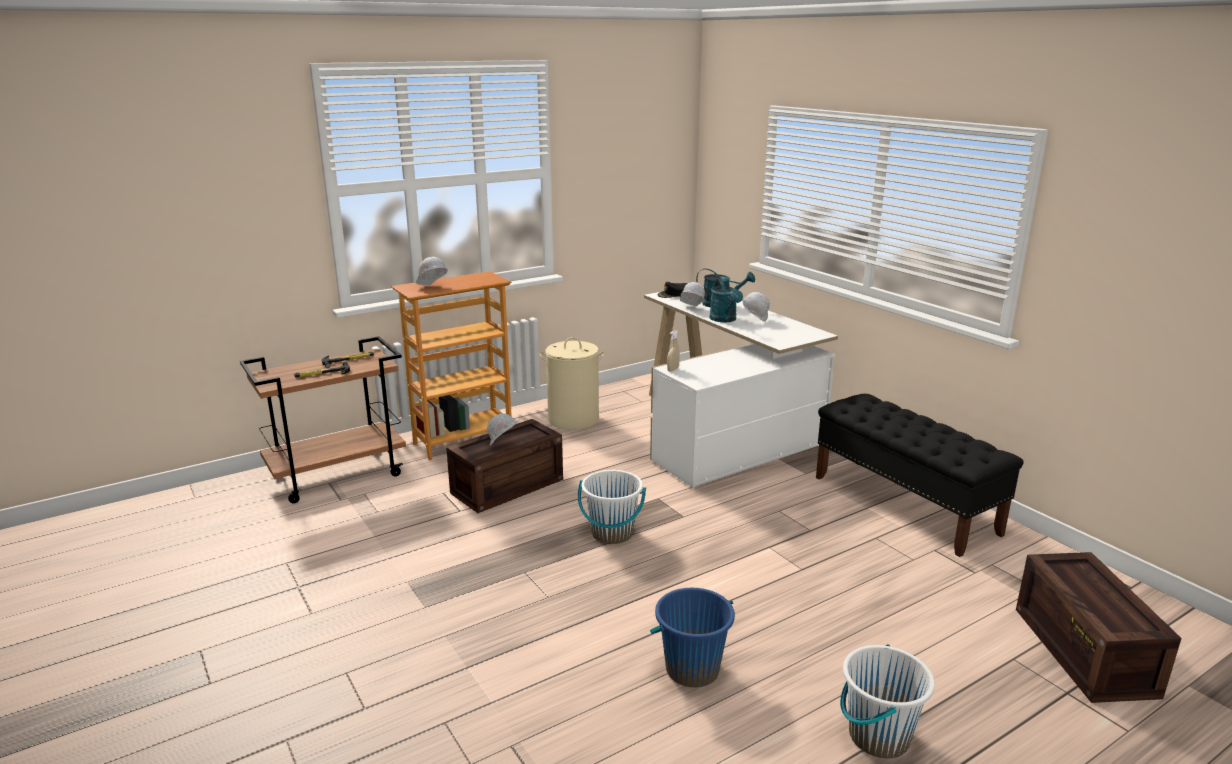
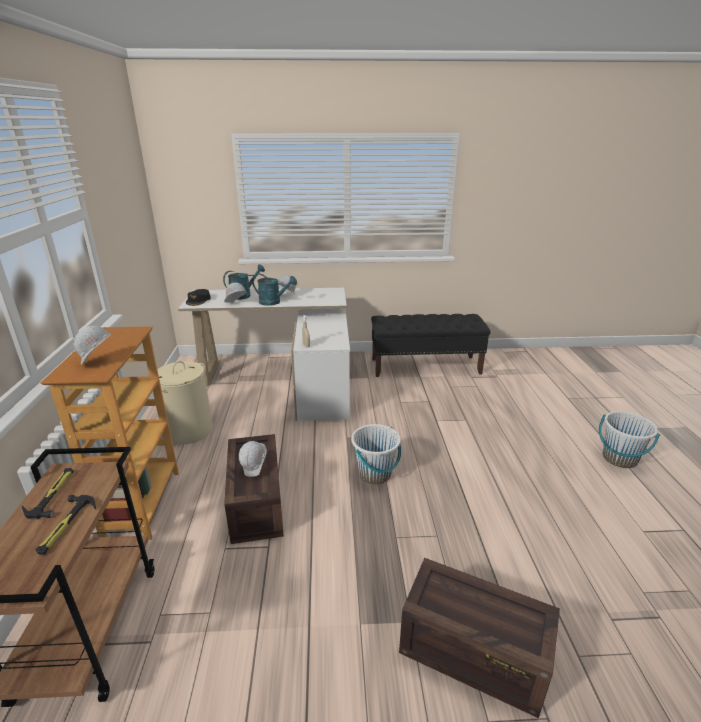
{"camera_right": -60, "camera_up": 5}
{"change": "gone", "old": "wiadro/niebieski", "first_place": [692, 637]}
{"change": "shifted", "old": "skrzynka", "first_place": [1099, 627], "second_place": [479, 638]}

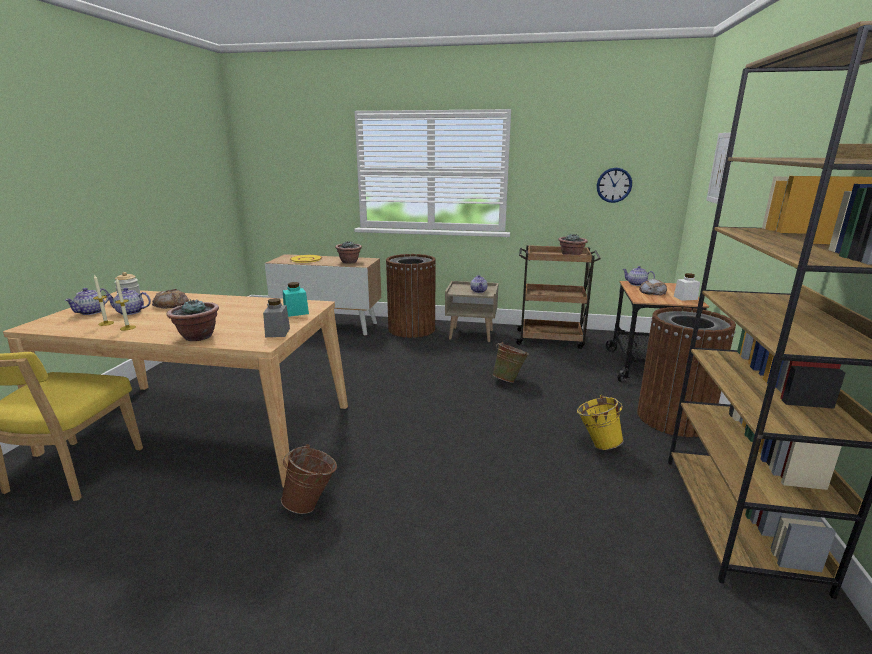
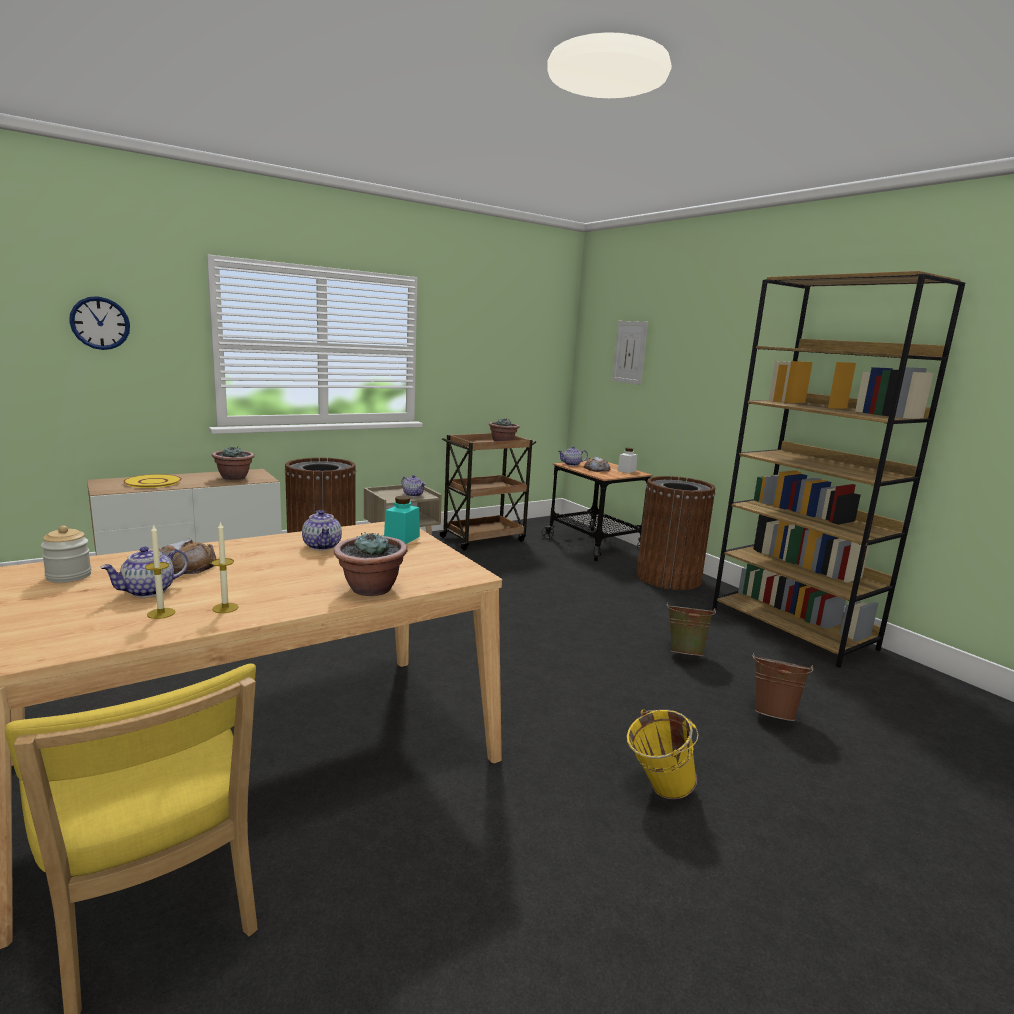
{"camera_right": -45, "camera_up": -5}
{"change": "gone", "old": "słoik/szary", "first_place": [276, 317]}
{"change": "shifted", "old": "imbryk", "first_place": [86, 301], "second_place": [322, 530]}
{"change": "shifted", "old": "wiadro/brązowy", "first_place": [309, 479], "second_place": [783, 687]}
{"change": "shifted", "old": "wiadro/zielony", "first_place": [511, 362], "second_place": [691, 629]}
{"change": "shifted", "old": "wiadro/żółty", "first_place": [600, 422], "second_place": [662, 754]}
{"change": "shifted", "old": "zegar ścienny", "first_place": [614, 185], "second_place": [99, 323]}

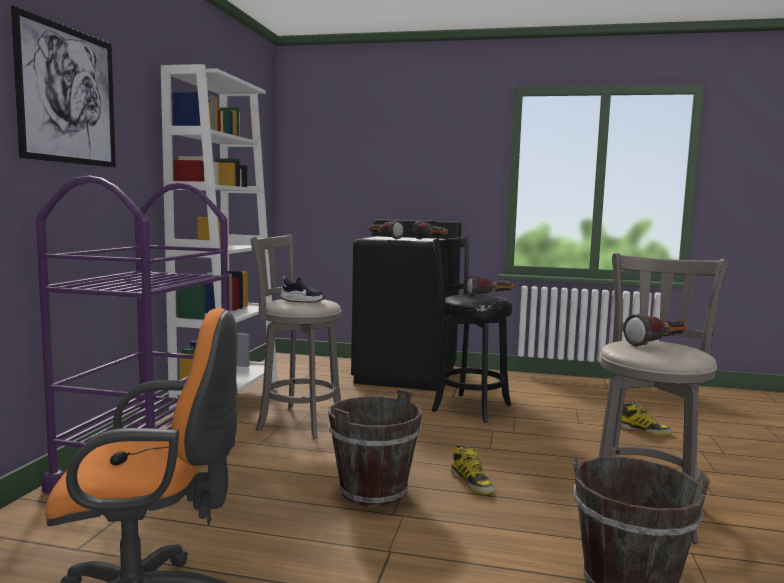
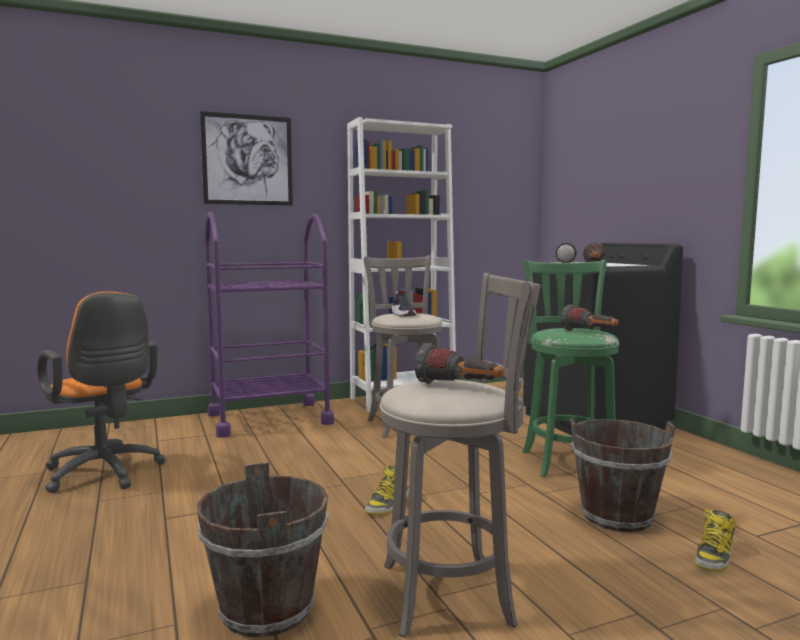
{"camera_right": 55, "camera_up": 0}
{"change": "shifted", "old": "wiadro/brązowy", "first_place": [375, 448], "second_place": [623, 475]}
{"change": "repainted", "old": "stołek/czarny", "new": "stołek/zielony", "first_place": [472, 329], "second_place": [571, 368]}
{"change": "rotated", "old": "but z cholewką", "first_place": [647, 418], "second_place": [715, 540], "degrees": 45}

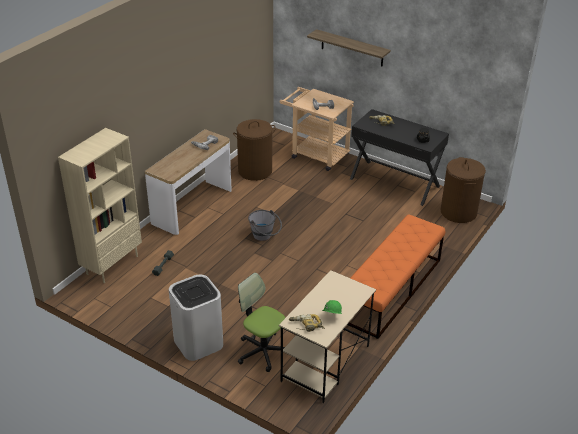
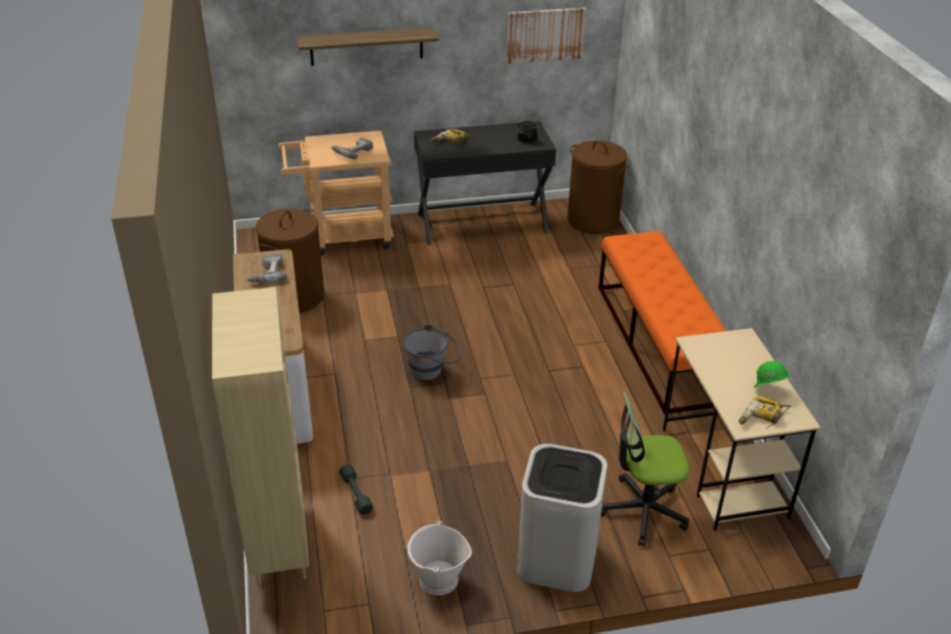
{"camera_right": -45, "camera_up": 0}
{"change": "new", "new": "wiadro/biały", "second_place": [439, 557]}
{"change": "new", "new": "obraz", "second_place": [546, 36]}

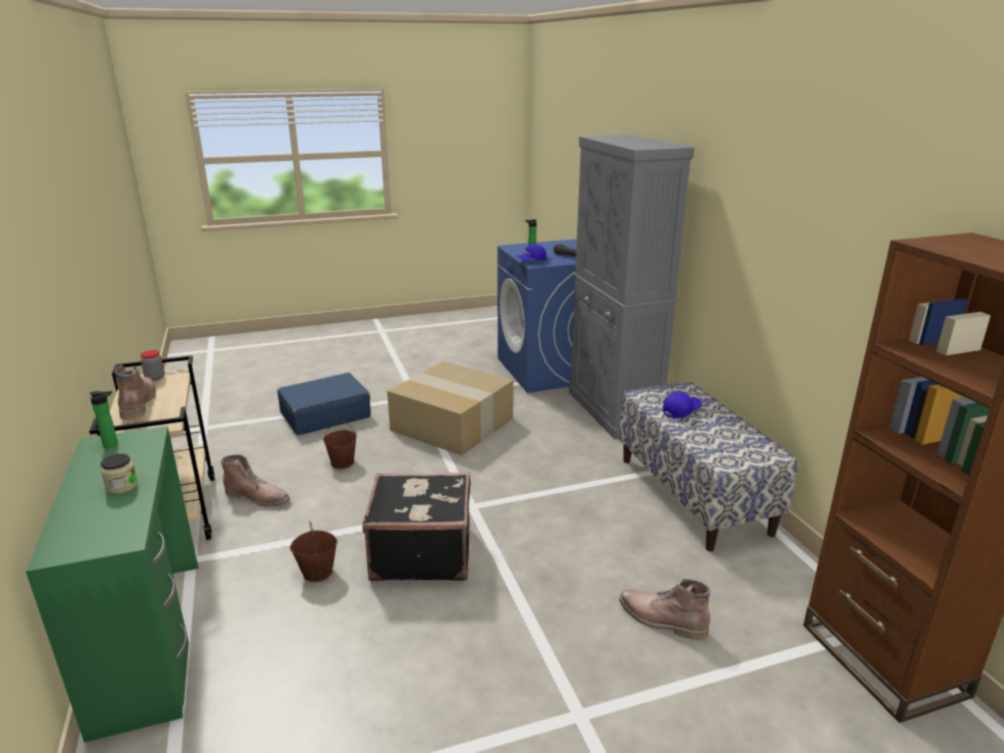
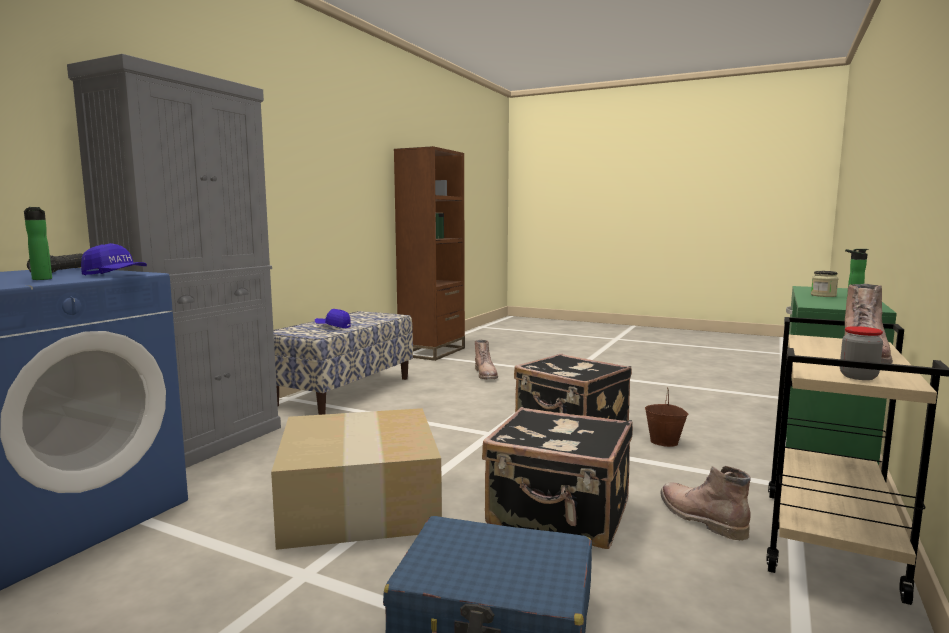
{"camera_right": -135, "camera_up": -15}
{"change": "swapped", "old": "wiadro/brązowy", "new": "walizka/czarny", "first_place": [340, 444], "second_place": [557, 478]}

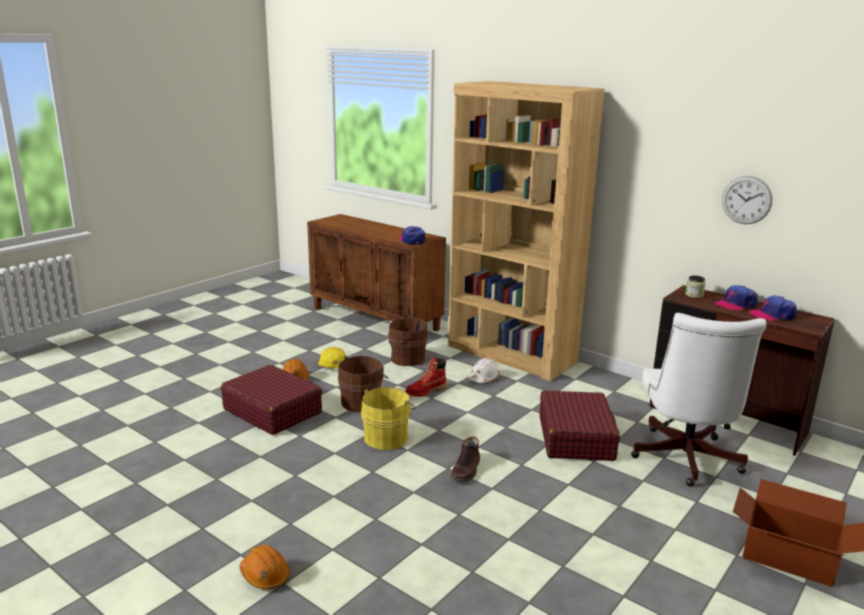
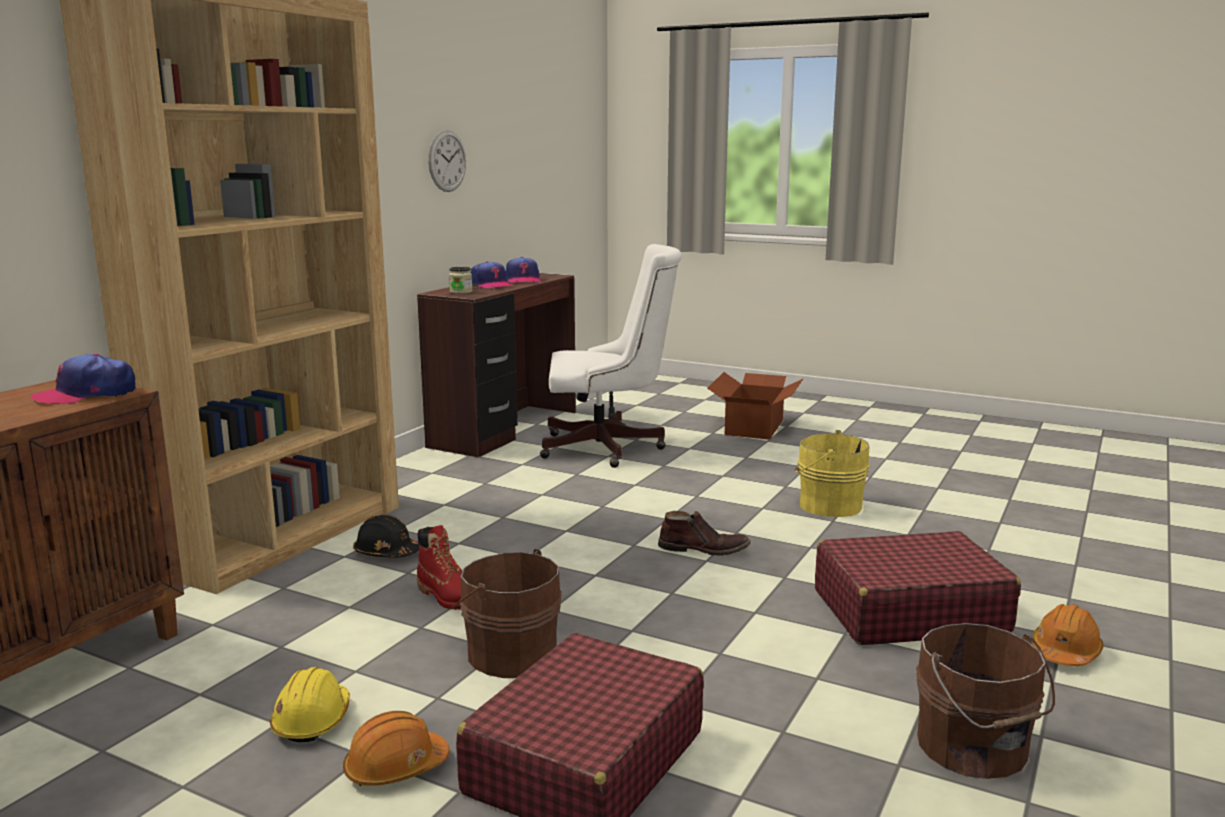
{"camera_right": -100, "camera_up": -5}
{"change": "shifted", "old": "wiadro/żółty", "first_place": [388, 418], "second_place": [832, 473]}
{"change": "shifted", "old": "wiadro/brązowy", "first_place": [407, 341], "second_place": [985, 701]}
{"change": "shifted", "old": "walizka/czerwony", "first_place": [580, 425], "second_place": [918, 588]}
{"change": "repainted", "old": "kask/biały", "new": "kask/czarny", "first_place": [484, 370], "second_place": [386, 536]}

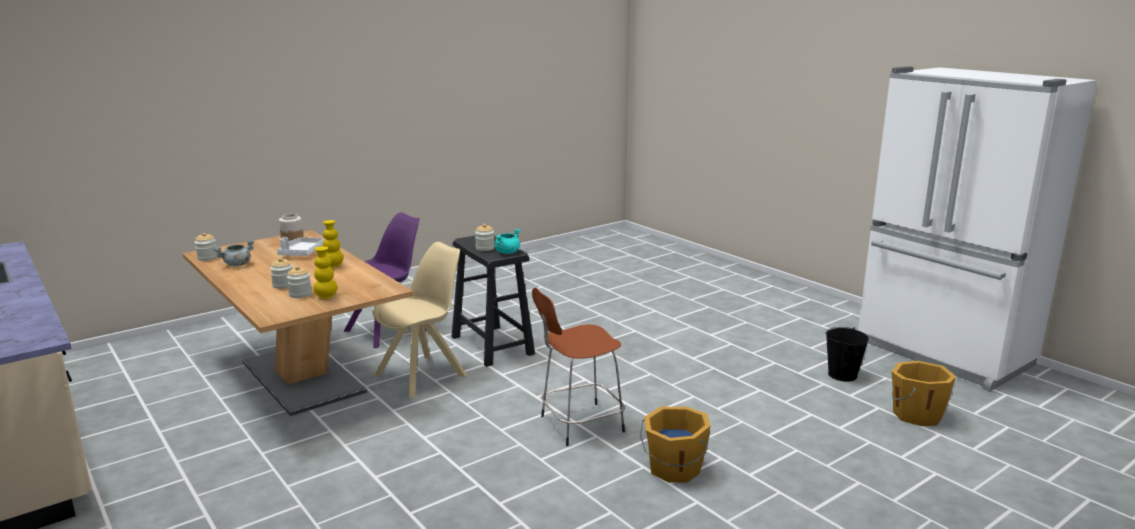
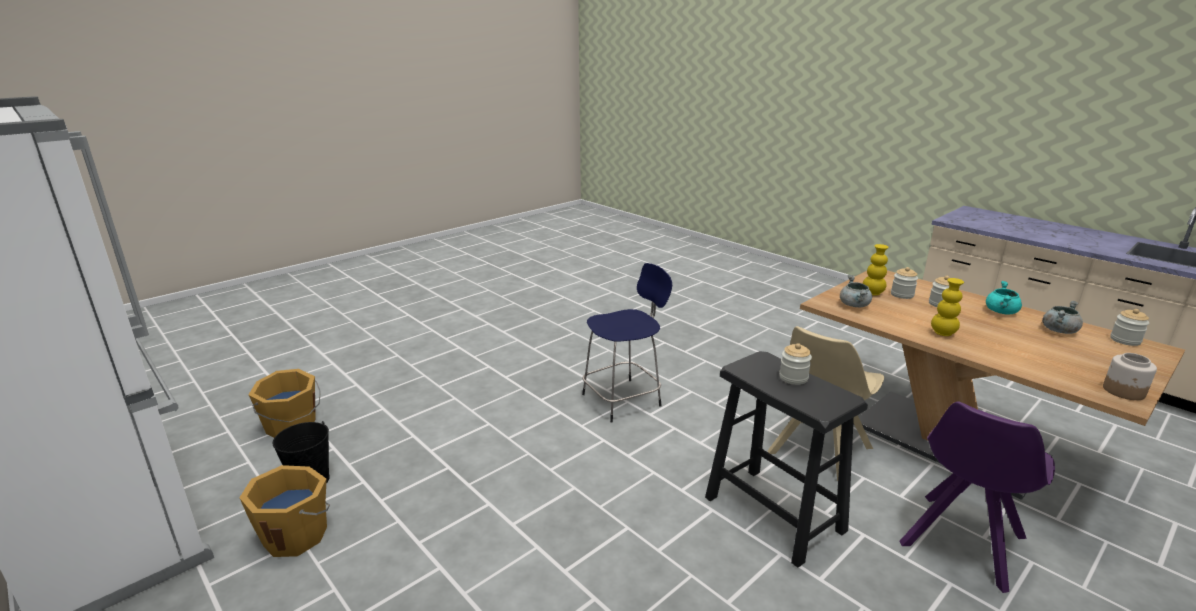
{"camera_right": 175, "camera_up": 5}
{"change": "gone", "old": "taca/biały", "first_place": [300, 246]}
{"change": "new", "new": "garnek/szary", "second_place": [856, 291]}
{"change": "shifted", "old": "garnek/turkusowy", "first_place": [507, 241], "second_place": [1004, 298]}
{"change": "shifted", "old": "wiadro/pomarańczowy", "first_place": [675, 445], "second_place": [284, 511]}
{"change": "repainted", "old": "stołek/brązowy", "new": "stołek/niebieski", "first_place": [578, 367], "second_place": [627, 343]}

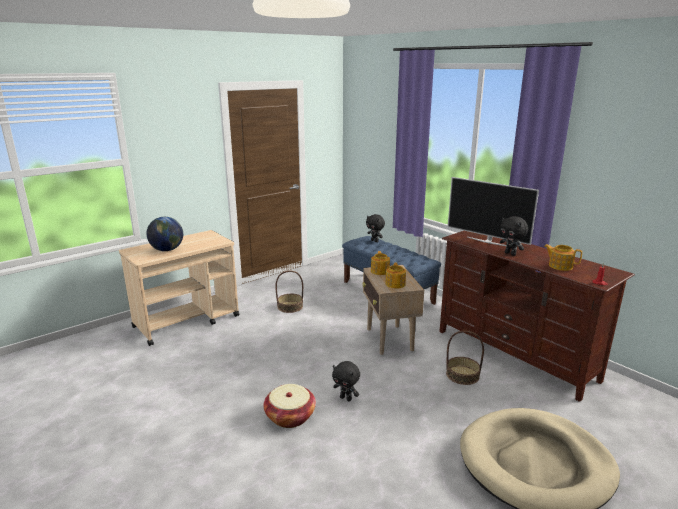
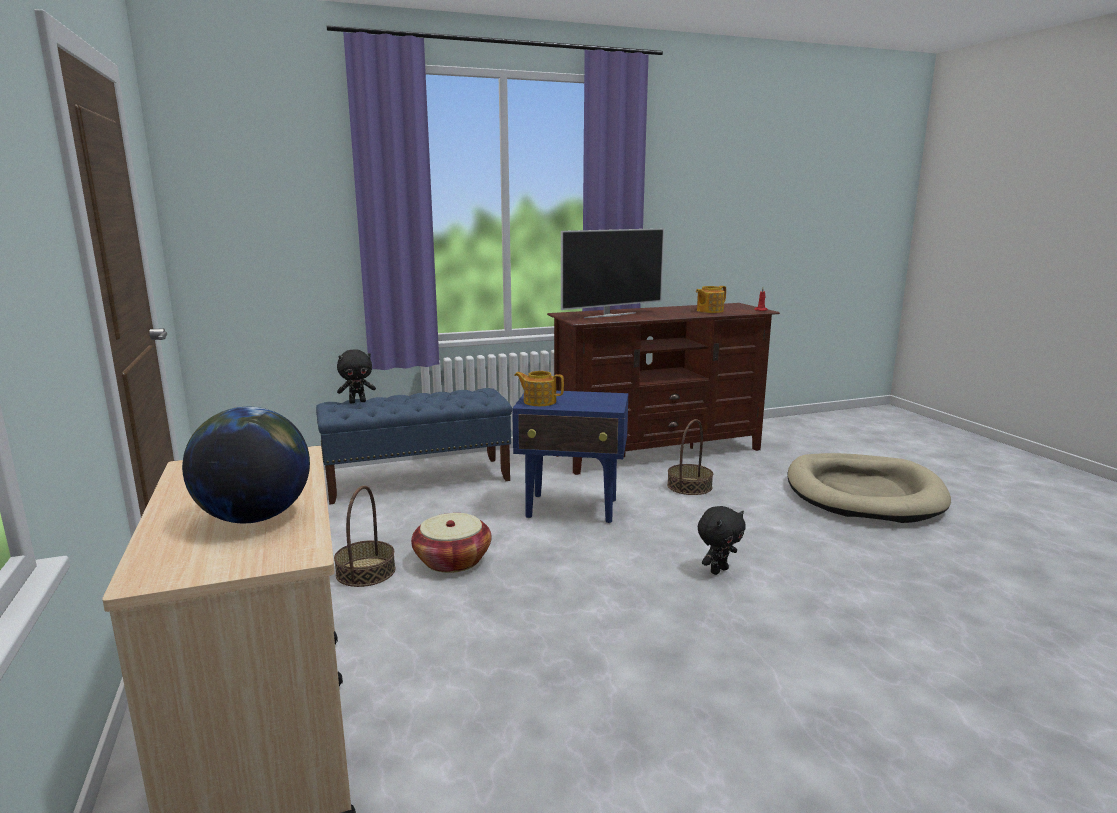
{"camera_right": -70, "camera_up": -5}
{"change": "gone", "old": "imbryk", "first_place": [395, 275]}
{"change": "gone", "old": "pluszak/czarny", "first_place": [514, 236]}
{"change": "shifted", "old": "koszyk", "first_place": [290, 406], "second_place": [451, 543]}
{"change": "repainted", "old": "stolik/beżowy", "new": "stolik/niebieski", "first_place": [393, 310], "second_place": [570, 457]}

